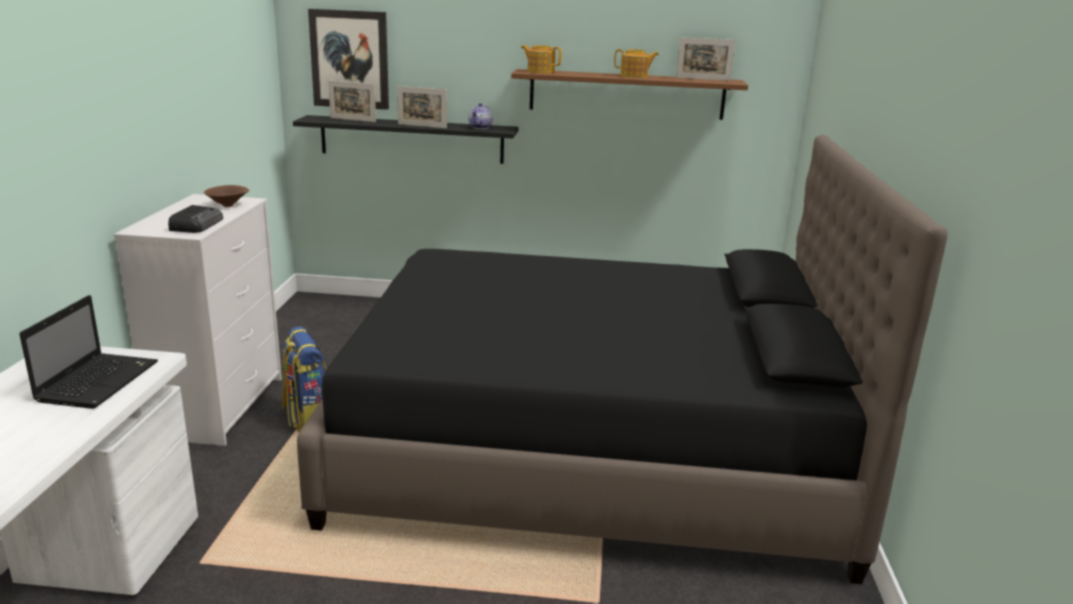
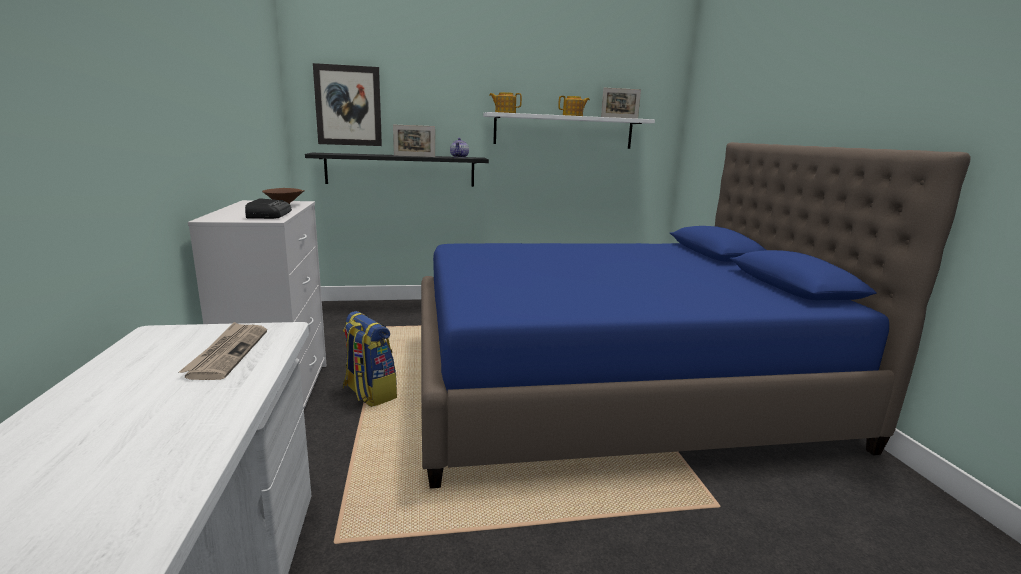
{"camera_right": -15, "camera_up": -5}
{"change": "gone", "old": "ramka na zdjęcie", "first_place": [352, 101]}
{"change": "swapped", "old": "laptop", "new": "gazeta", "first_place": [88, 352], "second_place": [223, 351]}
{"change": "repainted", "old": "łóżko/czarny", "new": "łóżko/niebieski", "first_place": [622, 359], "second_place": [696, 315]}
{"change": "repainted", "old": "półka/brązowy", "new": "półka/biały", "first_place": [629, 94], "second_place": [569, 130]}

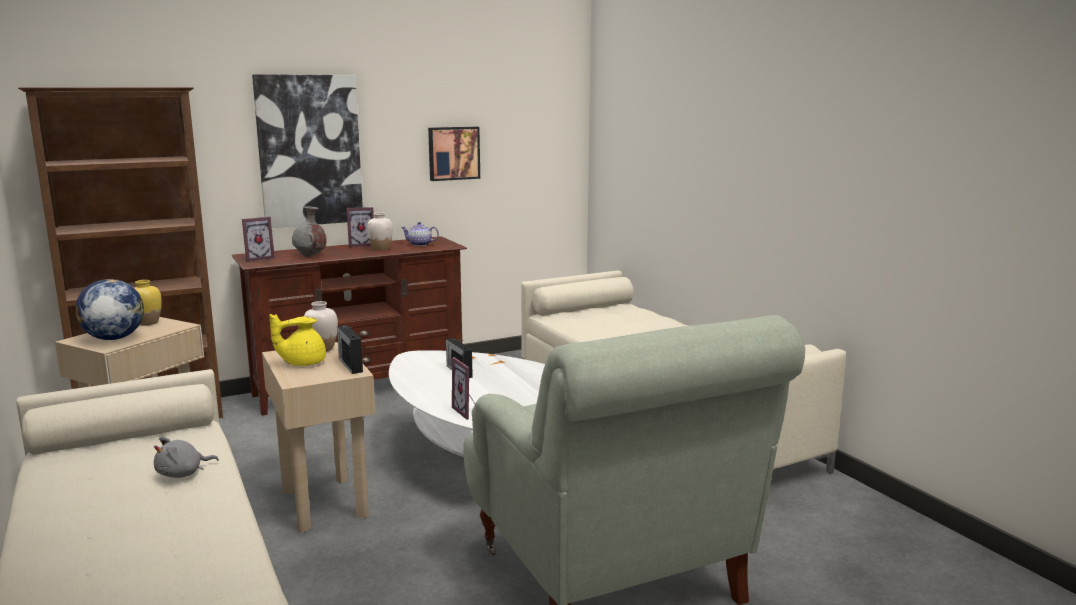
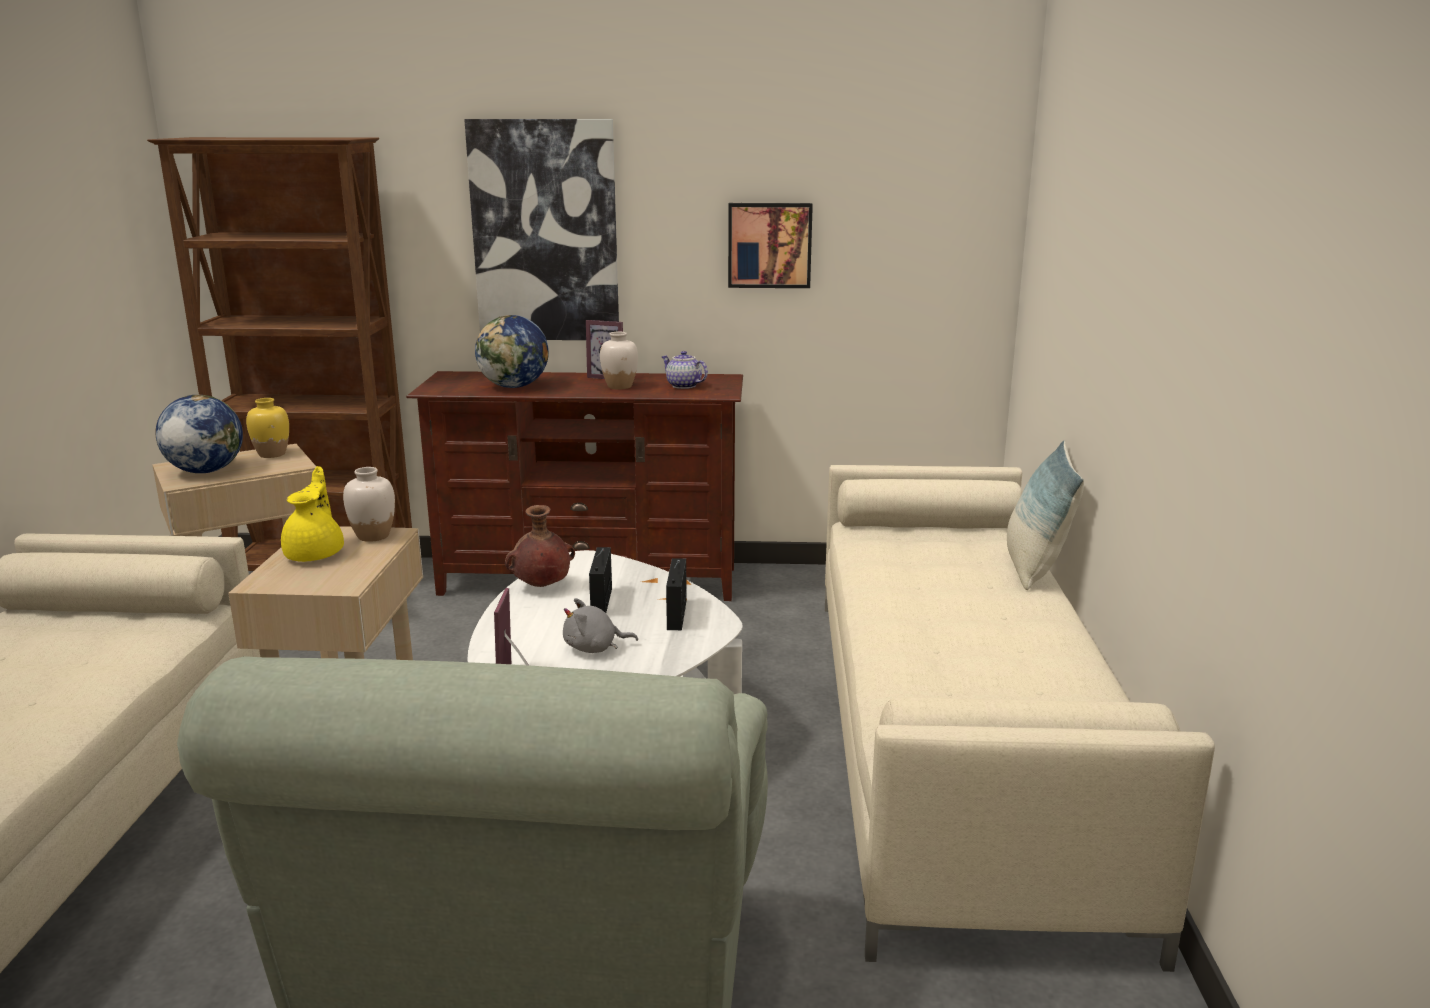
{"camera_right": 30, "camera_up": 5}
{"change": "gone", "old": "ramka na zdjęcie", "first_place": [258, 239]}
{"change": "new", "new": "wazon/brązowy", "second_place": [540, 546]}
{"change": "new", "new": "poduszka", "second_place": [1045, 515]}
{"change": "shifted", "old": "pluszak/szary", "first_place": [186, 457], "second_place": [600, 625]}
{"change": "shifted", "old": "radio", "first_place": [350, 349], "second_place": [676, 594]}
{"change": "swapped", "old": "wazon/szary", "new": "globus", "first_place": [309, 231], "second_place": [512, 351]}
{"change": "rotated", "old": "imbryk/żółty", "first_place": [297, 340], "second_place": [312, 514], "degrees": 90}

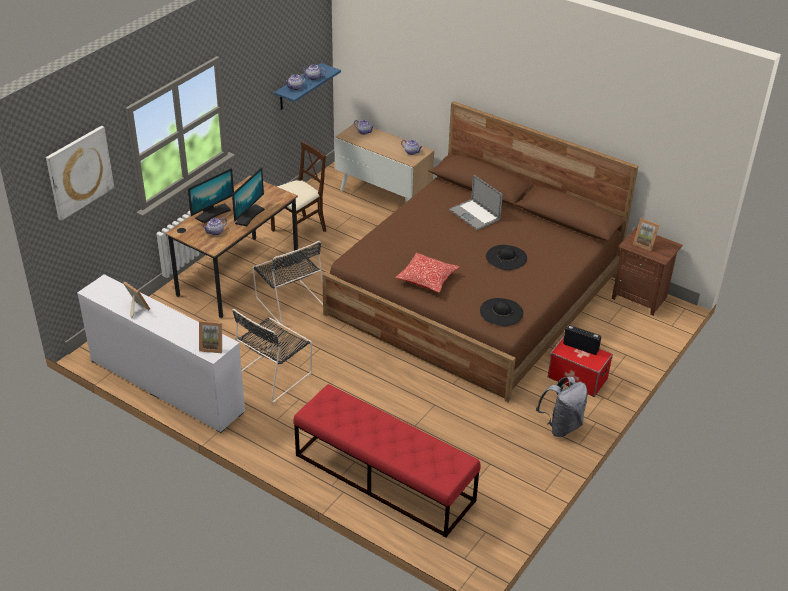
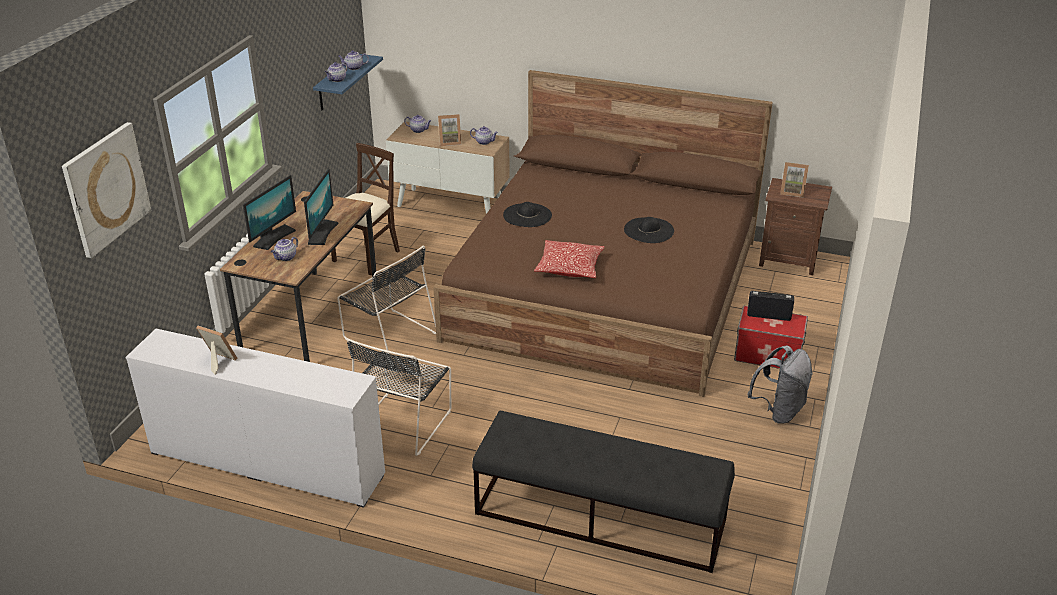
{"camera_right": -15, "camera_up": -5}
{"change": "gone", "old": "laptop", "first_place": [476, 202]}
{"change": "shifted", "old": "ramka na zdjęcie", "first_place": [210, 337], "second_place": [450, 130]}
{"change": "shifted", "old": "kapelusz/czarny", "first_place": [501, 312], "second_place": [527, 214]}
{"change": "repainted", "old": "ławka/czerwony", "new": "ławka/czarny", "first_place": [387, 461], "second_place": [603, 492]}

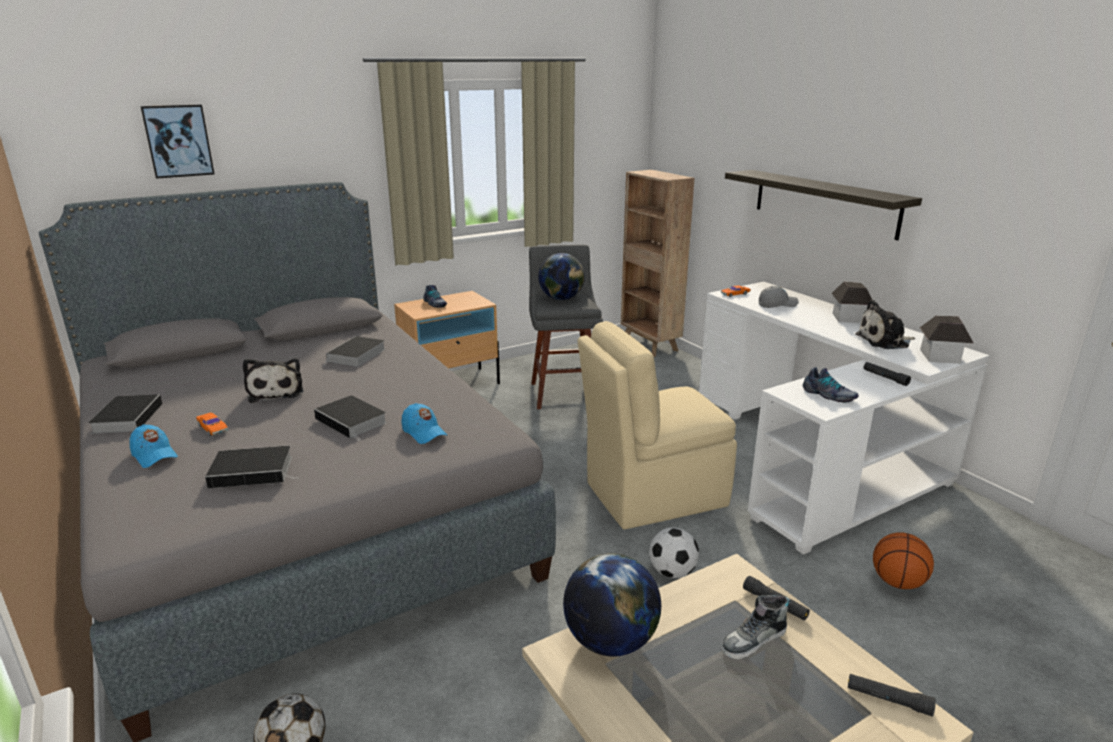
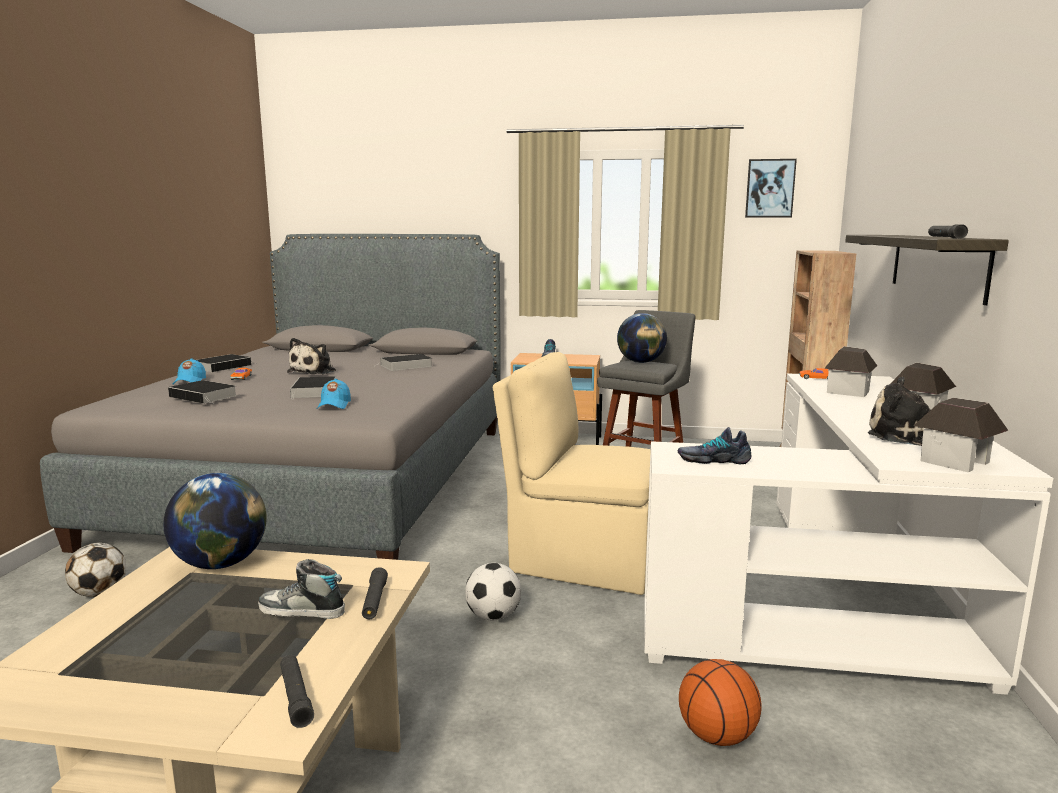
{"camera_right": 40, "camera_up": -10}
{"change": "shifted", "old": "obraz", "first_place": [177, 142], "second_place": [771, 188]}
{"change": "shifted", "old": "latarka/czarny", "first_place": [887, 374], "second_place": [948, 231]}
{"change": "swapped", "old": "czapka z daszkiem/szary", "new": "domek", "first_place": [779, 297], "second_place": [850, 371]}
{"change": "rotated", "old": "but", "first_place": [831, 385], "second_place": [715, 445], "degrees": 105}

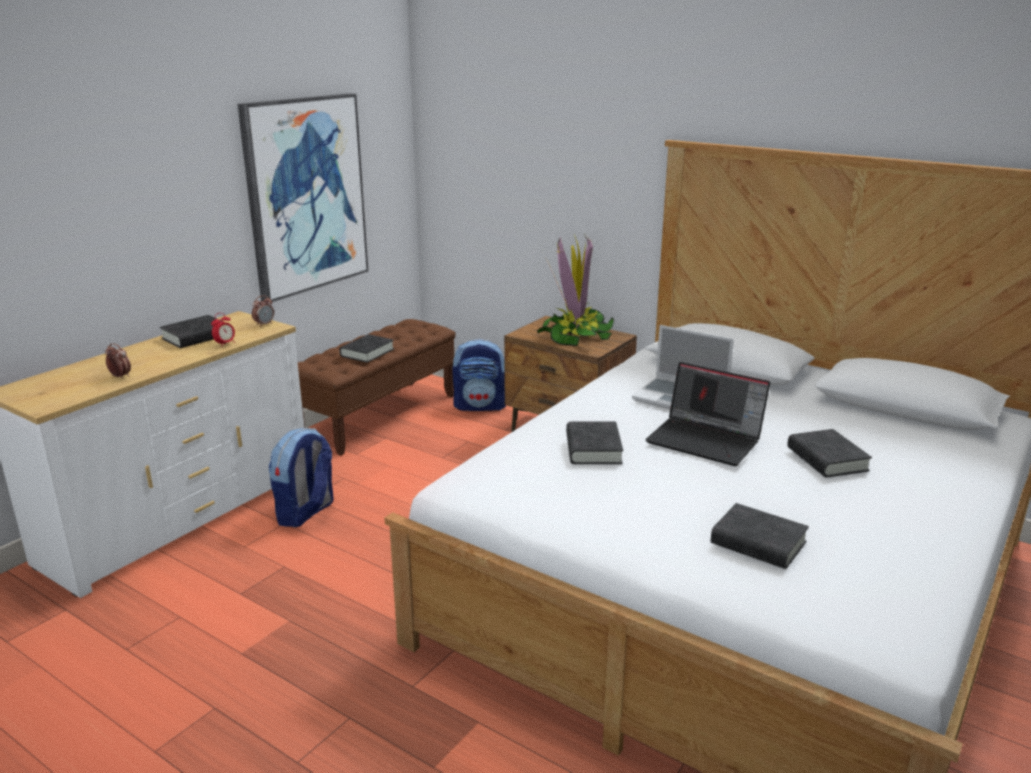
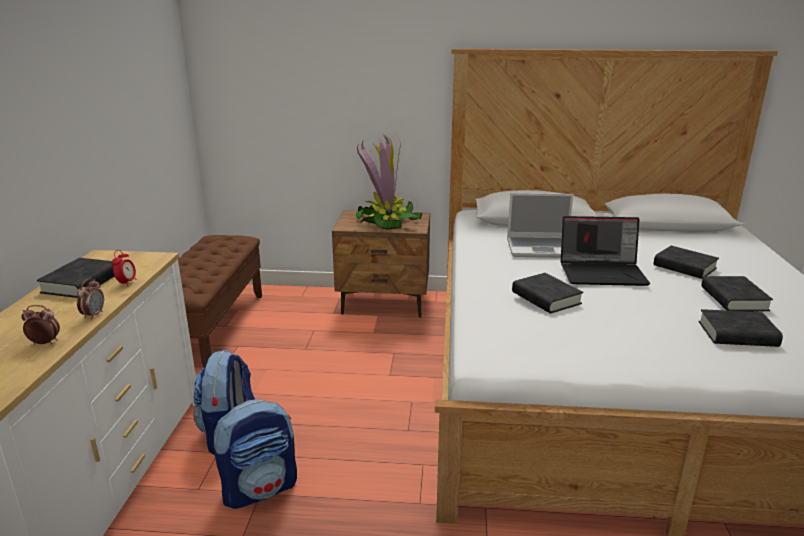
{"camera_right": -30, "camera_up": 0}
{"change": "gone", "old": "obraz", "first_place": [302, 197]}
{"change": "shifted", "old": "budzik", "first_place": [263, 311], "second_place": [90, 299]}
{"change": "shifted", "old": "książka/czarny", "first_place": [366, 348], "second_place": [737, 293]}
{"change": "shifted", "old": "plecak", "first_place": [479, 375], "second_place": [255, 454]}

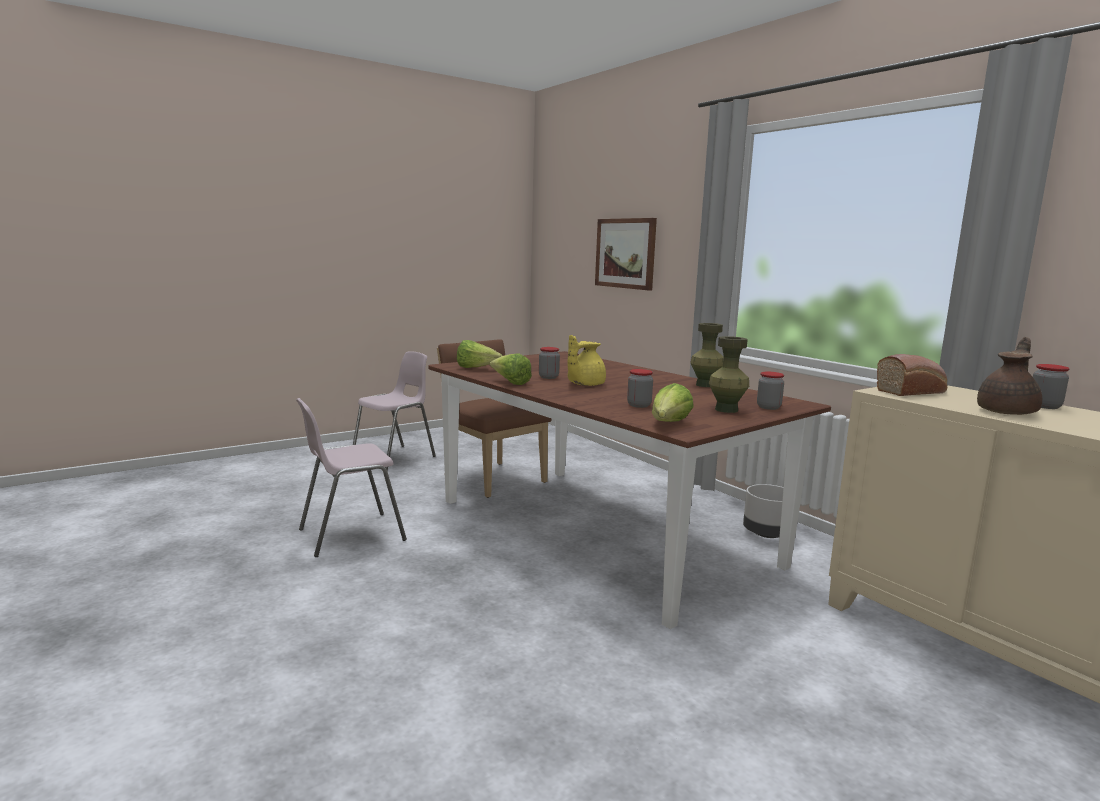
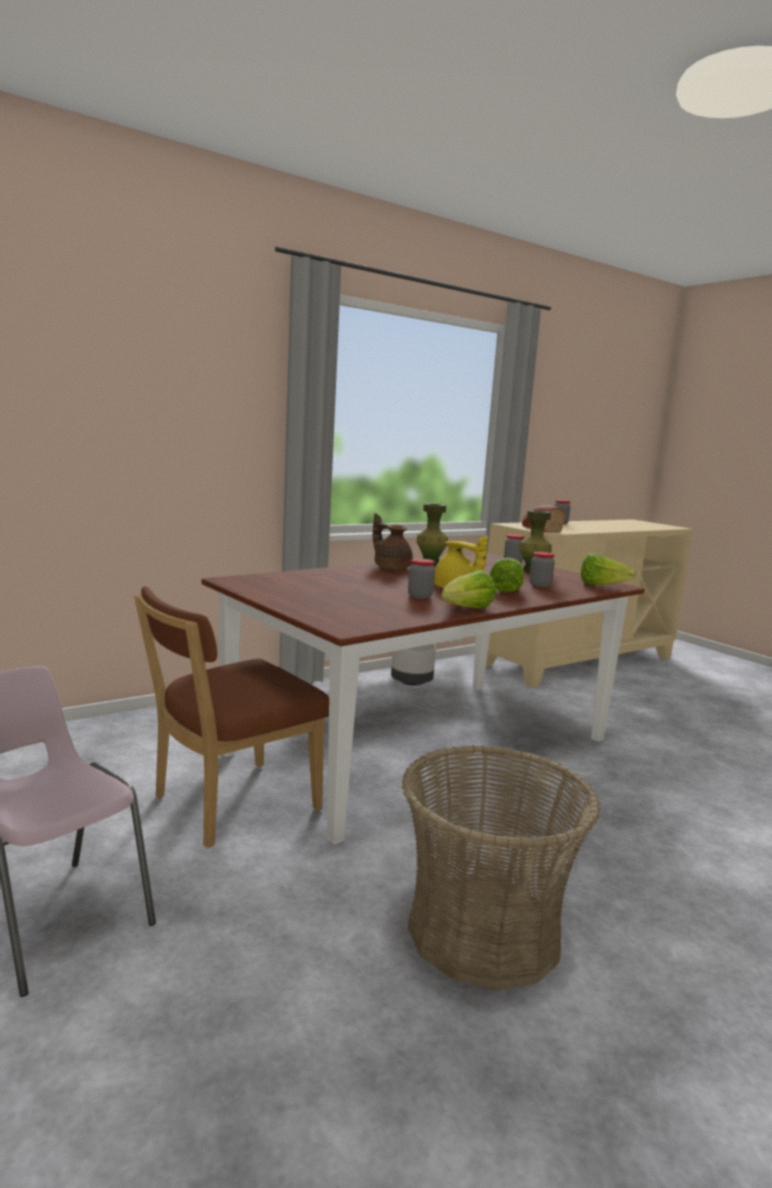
{"camera_right": -90, "camera_up": 0}
{"change": "gone", "old": "obraz", "first_place": [626, 254]}
{"change": "shifted", "old": "sałata", "first_place": [480, 354], "second_place": [507, 575]}
{"change": "shifted", "old": "imbryk/brązowy", "first_place": [1009, 376], "second_place": [393, 541]}
{"change": "swapped", "old": "krzesło/różowy", "new": "koszyk", "first_place": [351, 477], "second_place": [501, 867]}

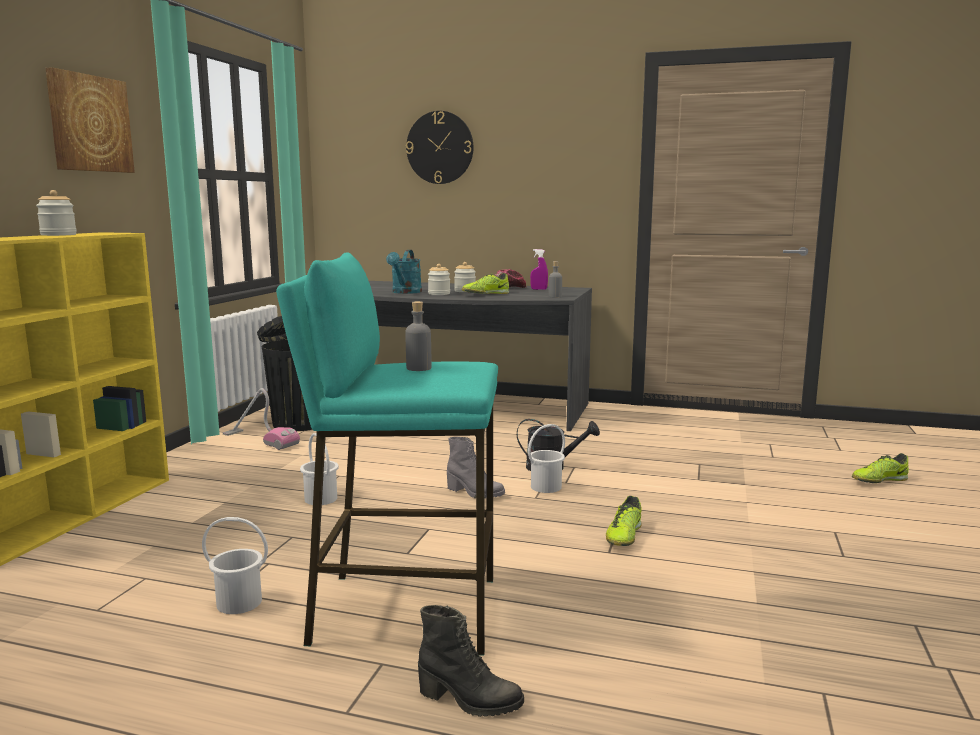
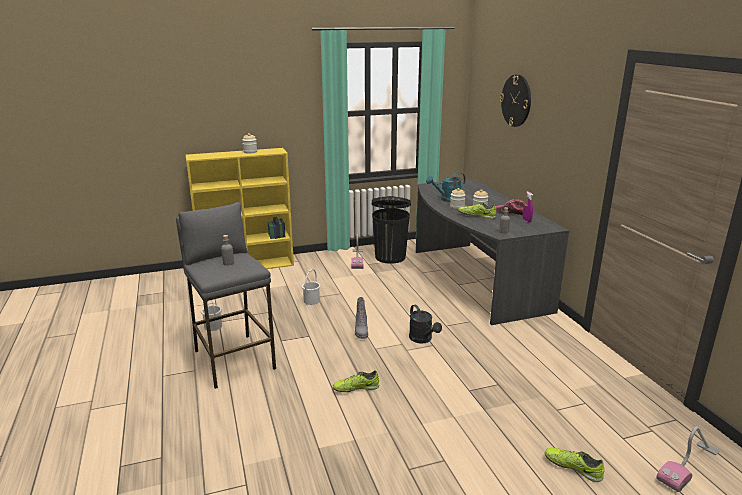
{"camera_right": 55, "camera_up": 10}
{"change": "gone", "old": "obraz", "first_place": [90, 120]}
{"change": "gone", "old": "but z cholewką/czarny", "first_place": [471, 661]}
{"change": "gone", "old": "wiadro/biały", "first_place": [546, 458]}
{"change": "new", "new": "odkurzacz", "second_place": [688, 459]}
{"change": "repainted", "old": "stołek/turkusowy", "new": "stołek/szary", "first_place": [387, 454], "second_place": [226, 295]}

